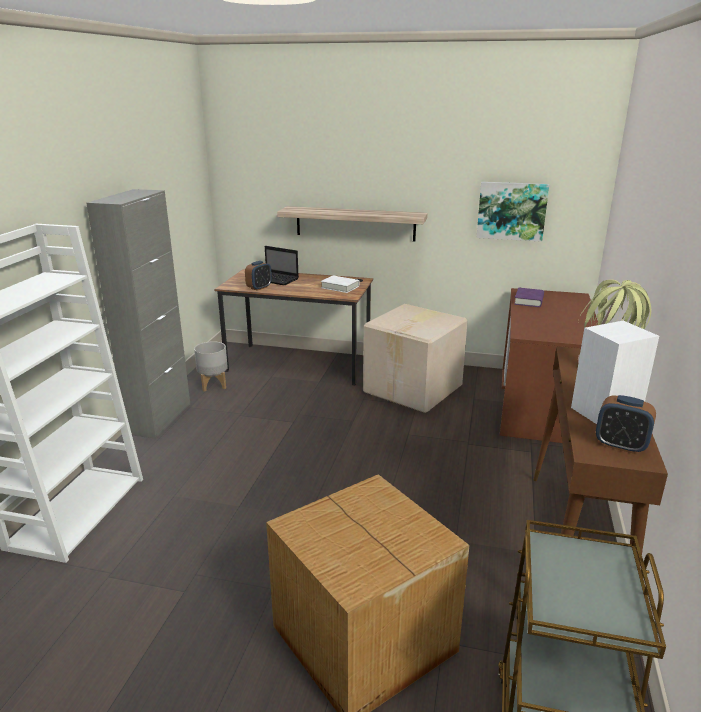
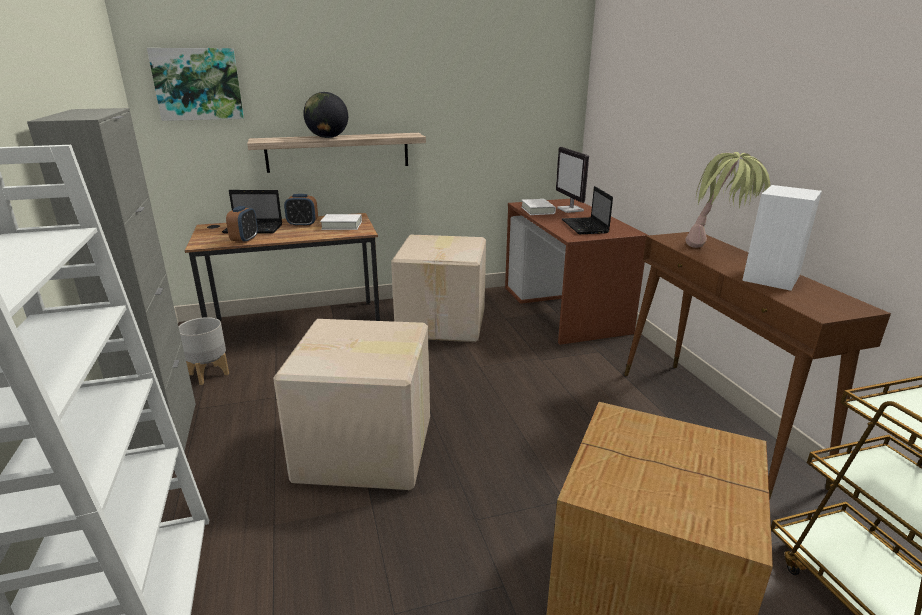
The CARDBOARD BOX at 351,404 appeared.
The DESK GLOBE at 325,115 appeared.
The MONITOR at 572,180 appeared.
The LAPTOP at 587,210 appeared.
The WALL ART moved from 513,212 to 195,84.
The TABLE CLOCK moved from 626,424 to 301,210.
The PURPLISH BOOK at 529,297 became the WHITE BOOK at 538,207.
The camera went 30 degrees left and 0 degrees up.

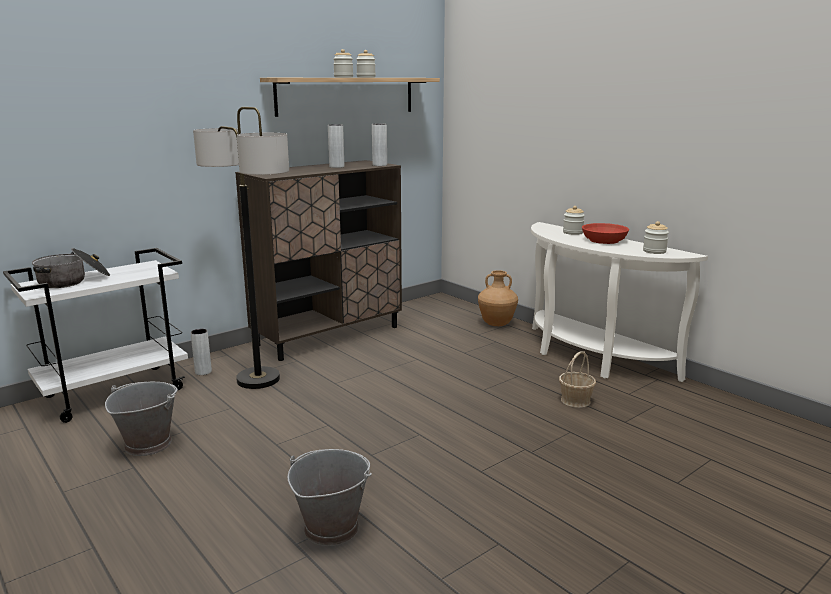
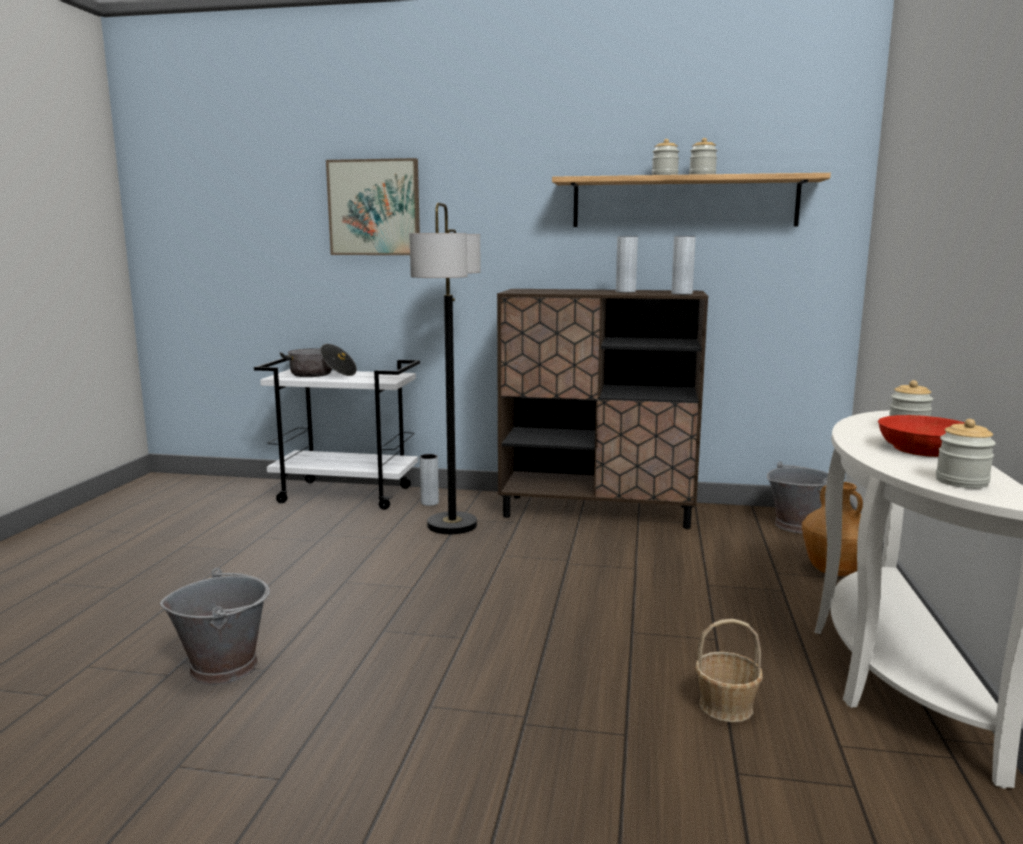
The WALL ART at 373,206 appeared.
The GREY WATER BUCKET moved from 141,419 to 797,497.
The camera went 50 degrees right and 5 degrees down.

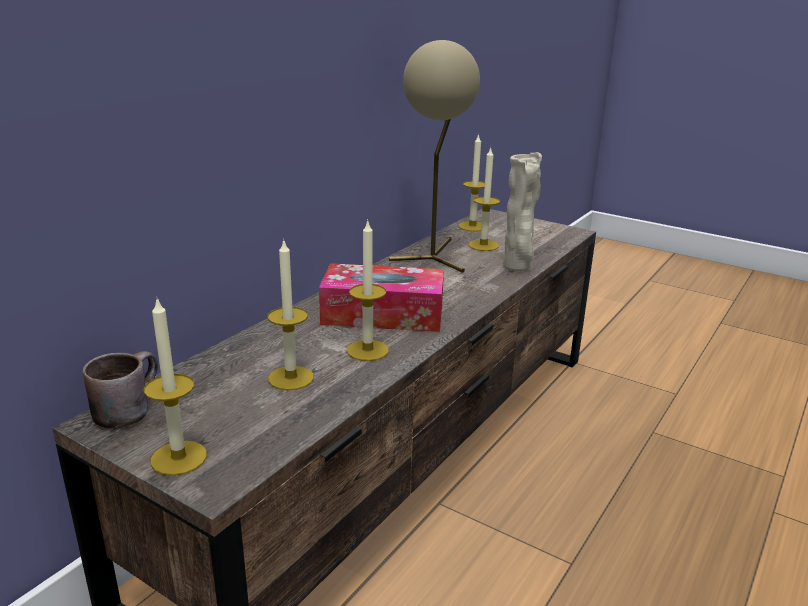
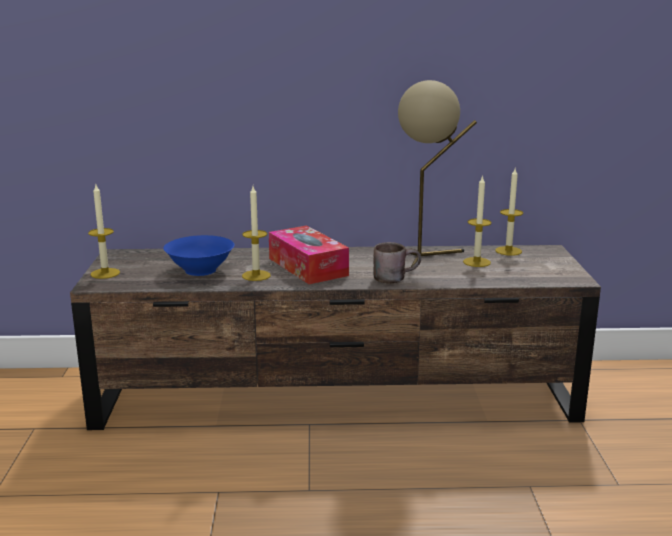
The BEIGE-COLOURED DECORATIVE VASE at 522,211 disappeared.
The BROWN TEA MUG moved from 120,390 to 397,262.
The CANDLE at 291,314 was replaced by the BLUE SERVING BOWL at 199,255.
The camera went 55 degrees right and 5 degrees down.

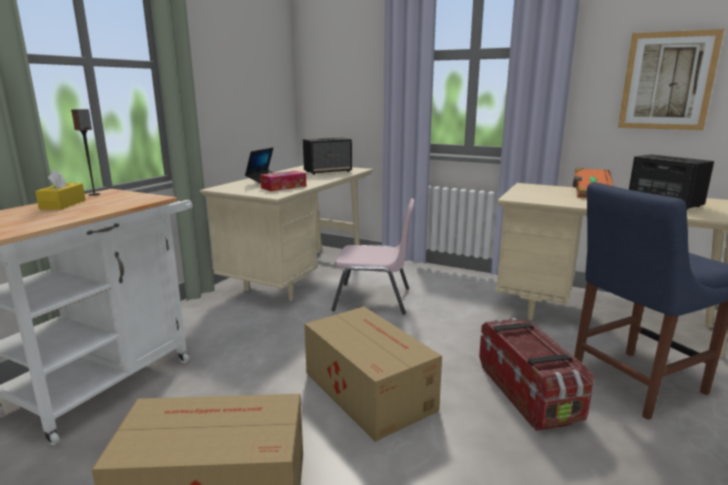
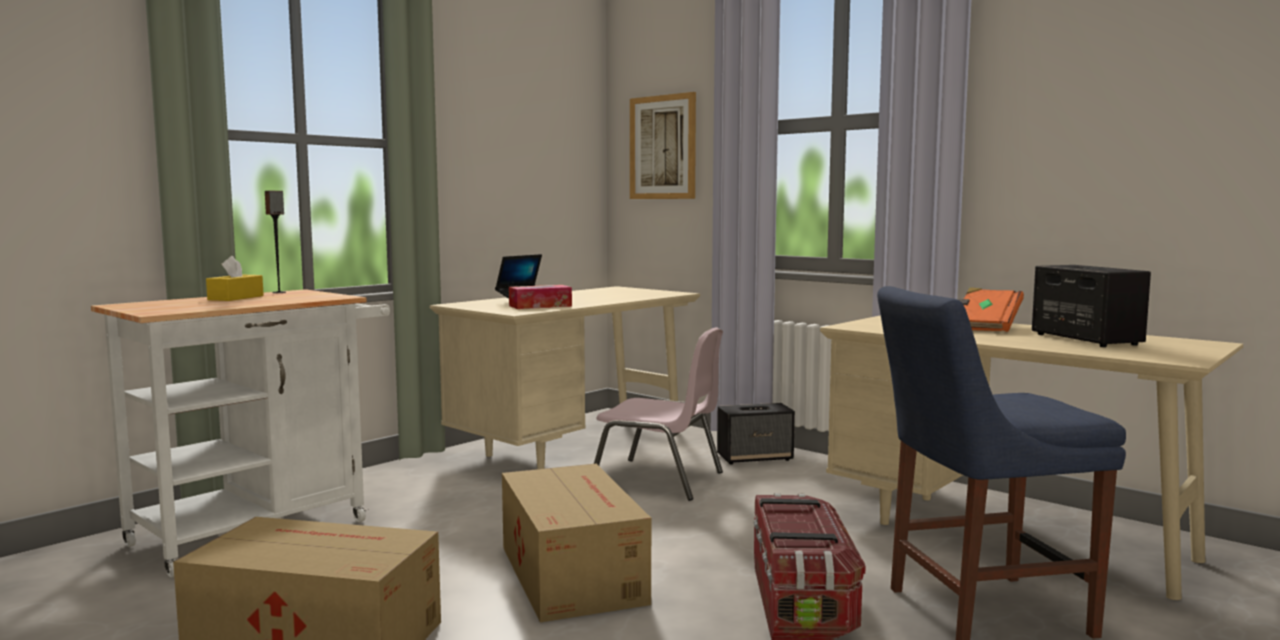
The AUDIO SPEAKER moved from 327,156 to 756,433.
The WALL ART moved from 671,79 to 663,145.
The camera went 15 degrees right and 10 degrees down.

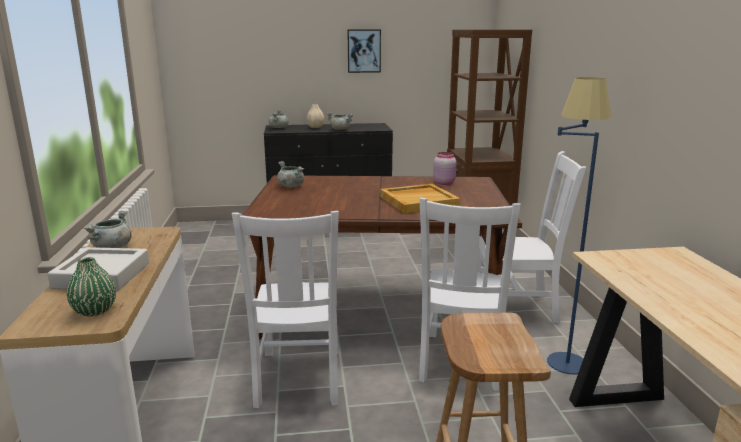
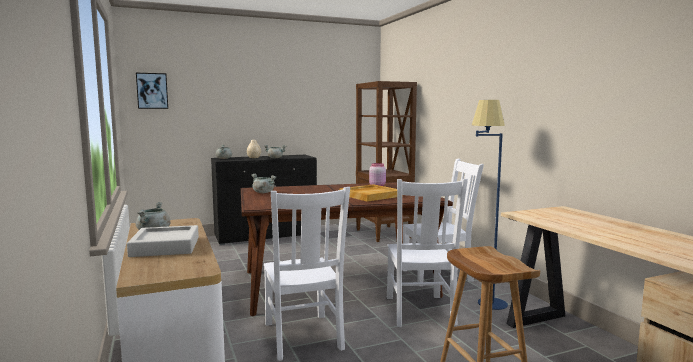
The GREEN DECORATIVE VASE at 91,286 disappeared.
The WALL ART moved from 364,51 to 152,91.
The camera went 15 degrees left and 10 degrees down.

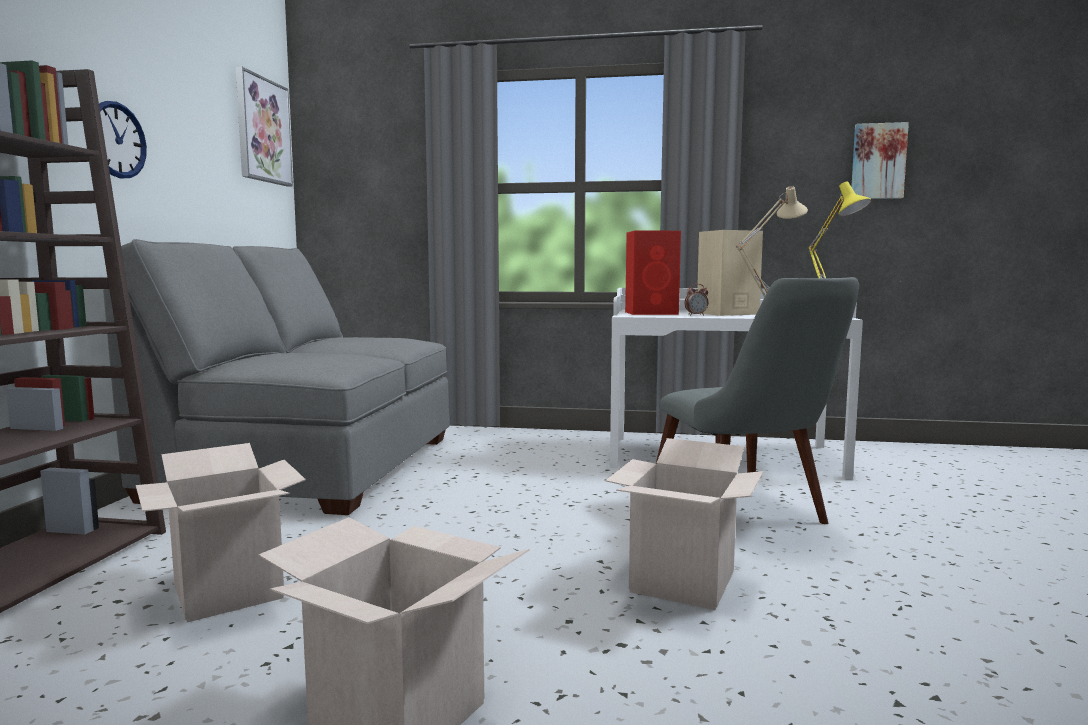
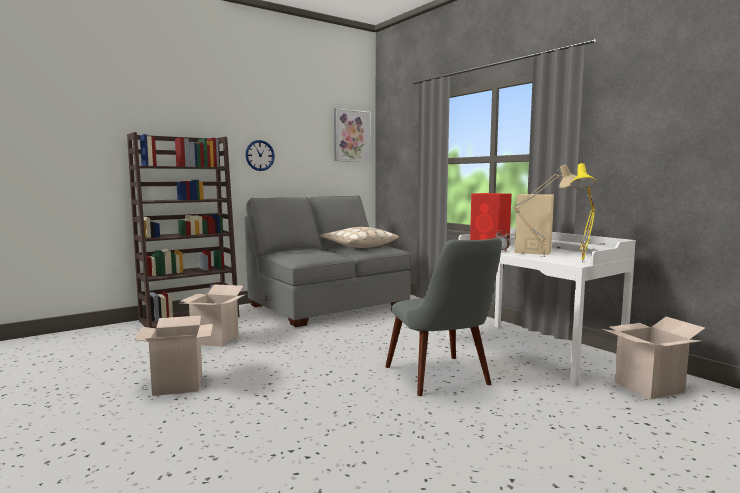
The WALL ART at 880,160 disappeared.
The BEIGE-COLOURED THROW PILLOW at 359,237 appeared.
The CARDBOARD BOX moved from 685,524 to 653,358.
The GREY PLAIN CHAIR at 757,400 turned 45 degrees counterclockwise.
The camera went 45 degrees right and 0 degrees up.

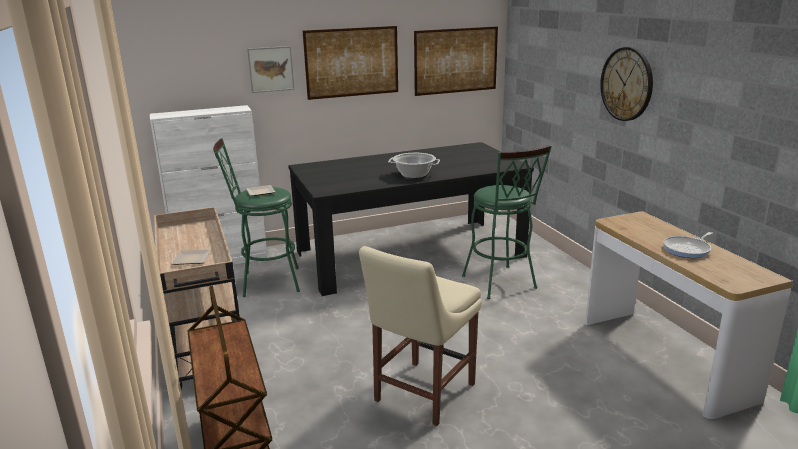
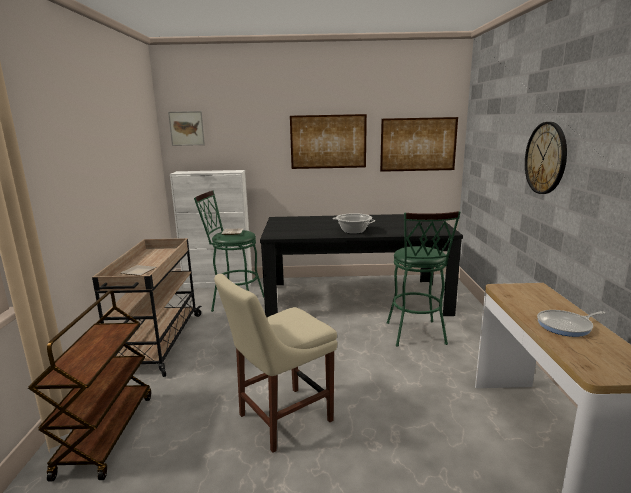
The WALL ART moved from 271,69 to 186,128.
The camera went 20 degrees right and 5 degrees down.

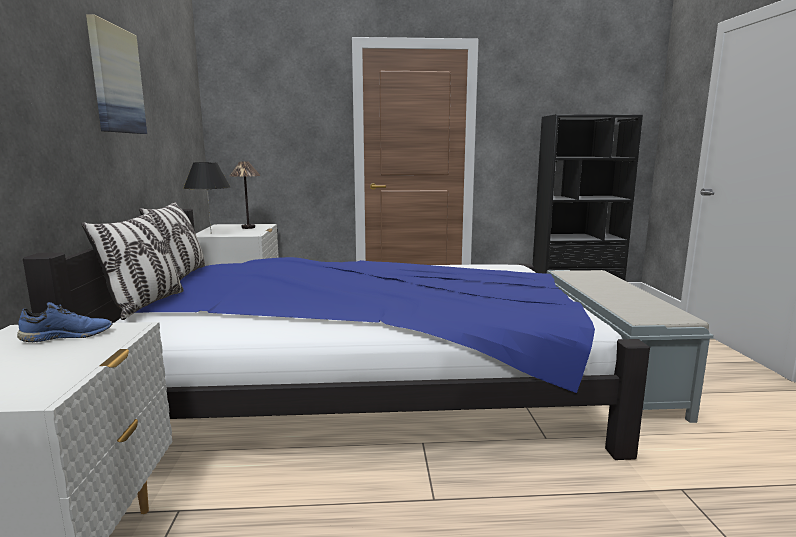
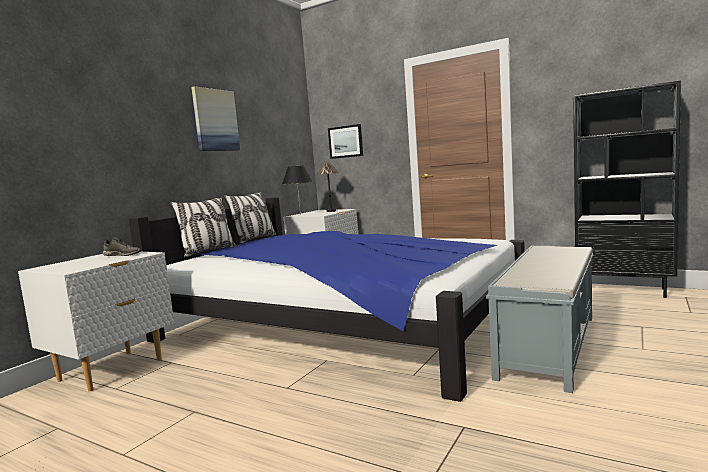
The WALL ART at 345,141 appeared.
The BLUE ITEM OF FOOTWEAR at 64,322 became the GREY ITEM OF FOOTWEAR at 122,246.
The camera went 35 degrees right and 5 degrees down.

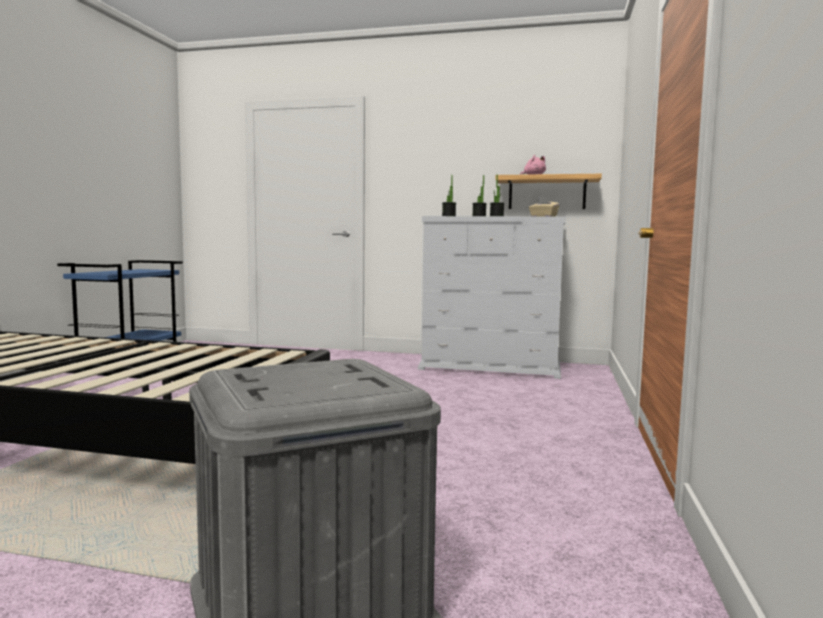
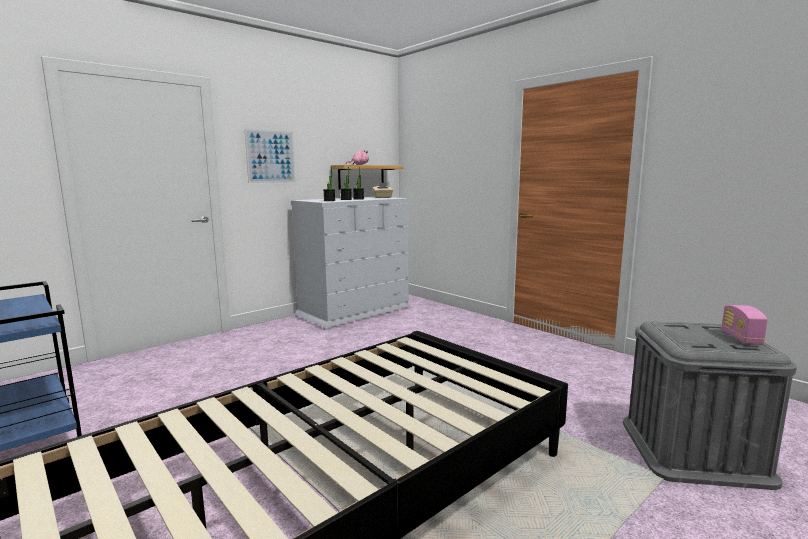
The WALL ART at 270,156 appeared.
The RADIO at 745,325 appeared.
The camera went 55 degrees left and 5 degrees up.

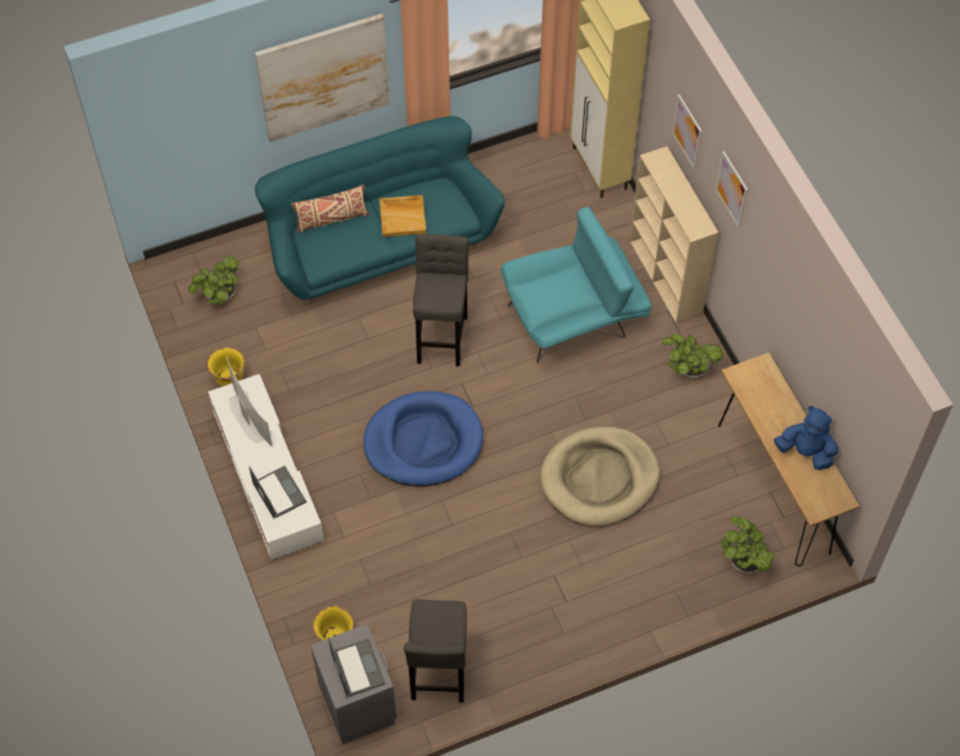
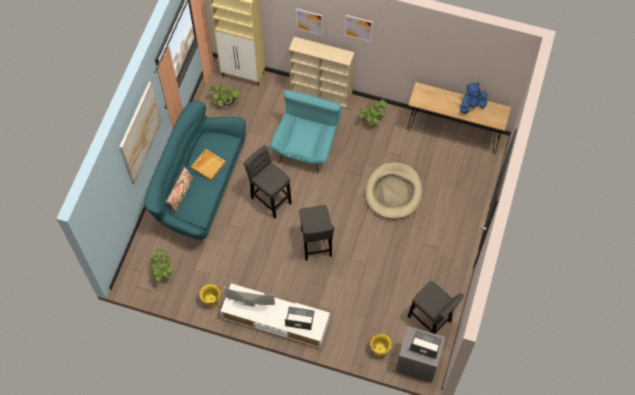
The HOUSEPLANT moved from 748,544 to 224,96.
The BLUE DOG BED at 423,438 was replaced by the GREY STOOL SEAT at 317,233.
The camera went 50 degrees left and 5 degrees up.

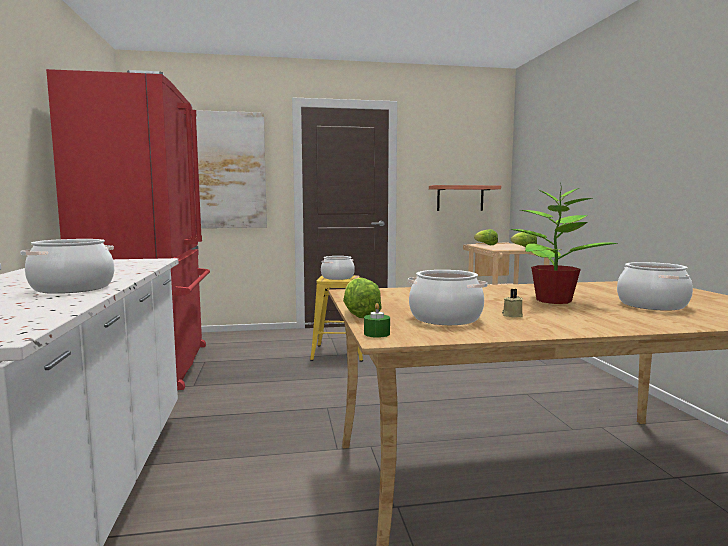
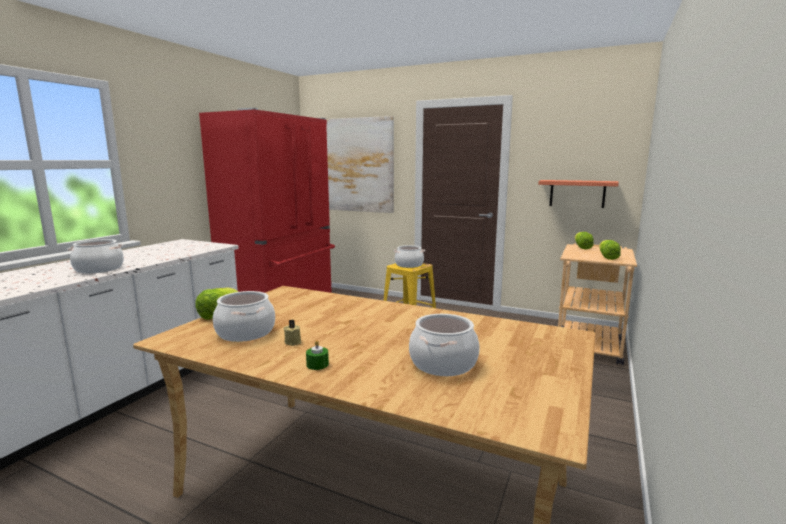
The HOUSEPLANT at 564,243 disappeared.
The GREEN CANDLE moved from 377,320 to 317,355.
The camera went 35 degrees right and 5 degrees up.

